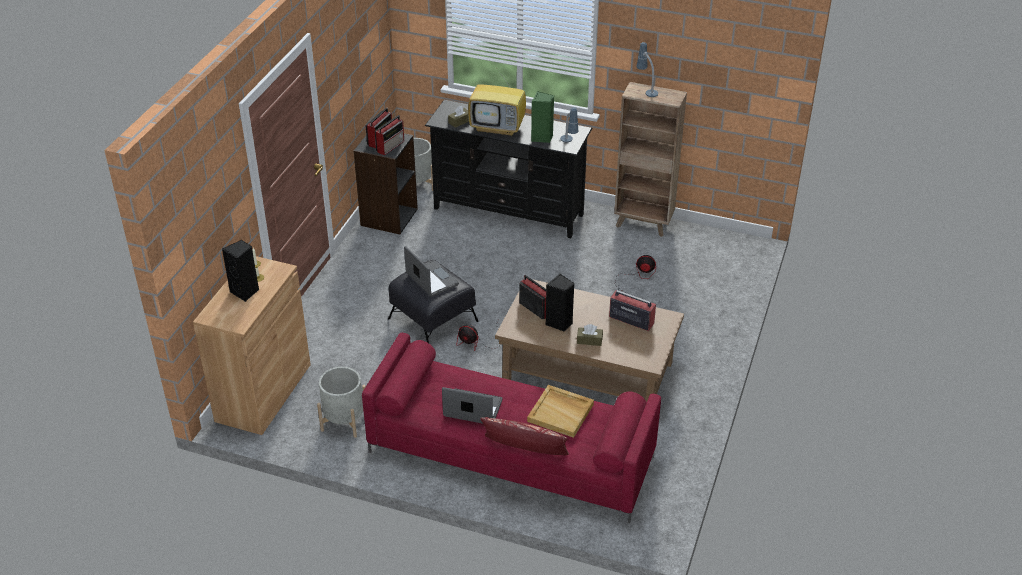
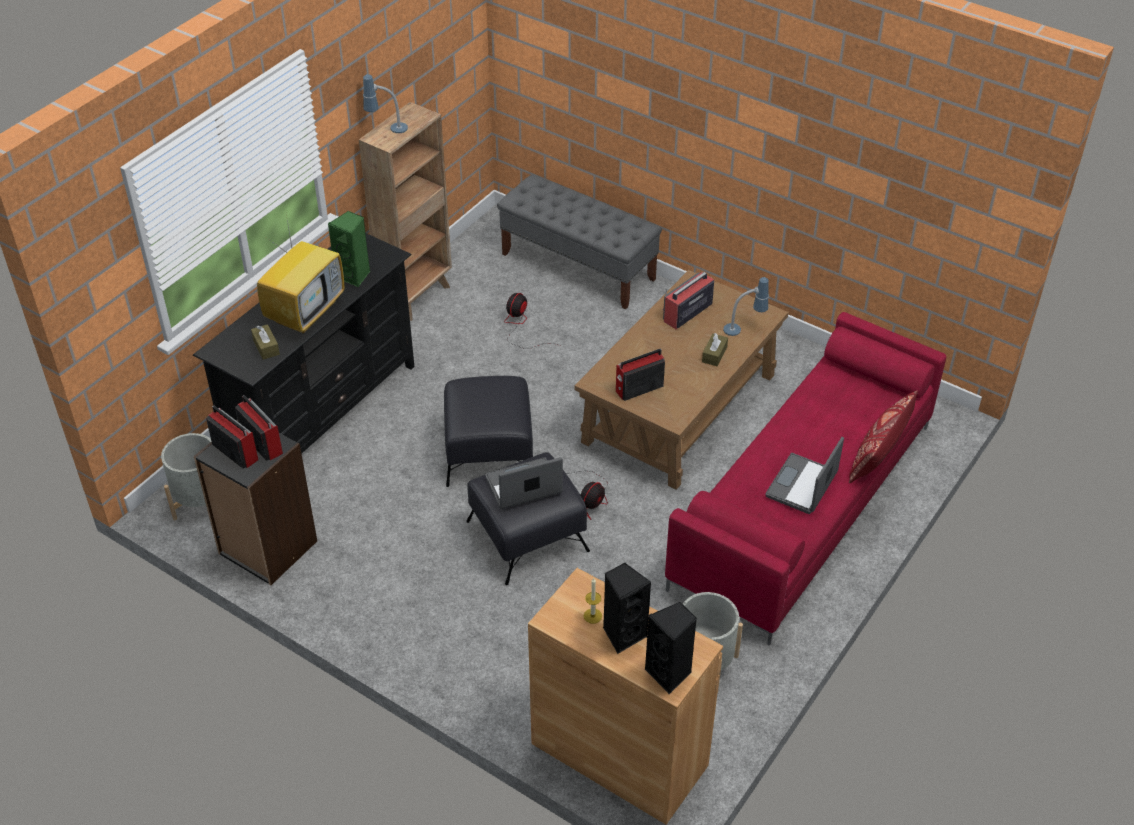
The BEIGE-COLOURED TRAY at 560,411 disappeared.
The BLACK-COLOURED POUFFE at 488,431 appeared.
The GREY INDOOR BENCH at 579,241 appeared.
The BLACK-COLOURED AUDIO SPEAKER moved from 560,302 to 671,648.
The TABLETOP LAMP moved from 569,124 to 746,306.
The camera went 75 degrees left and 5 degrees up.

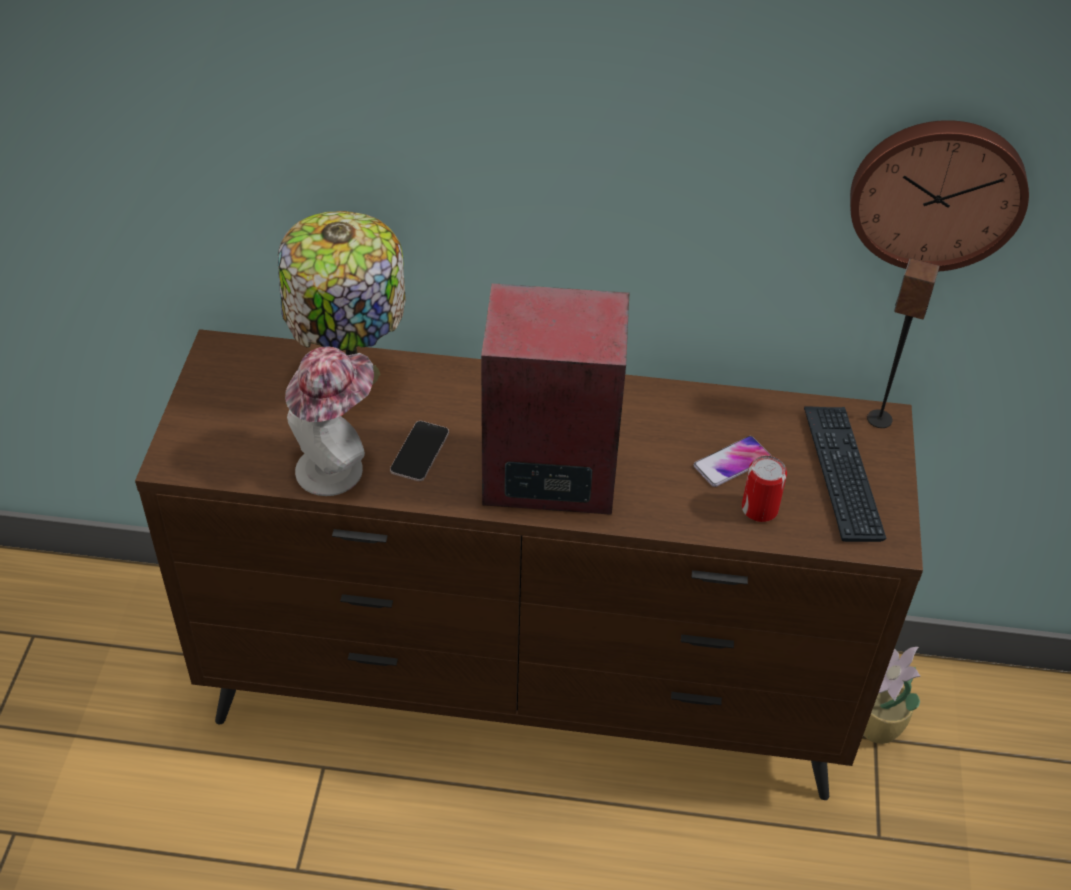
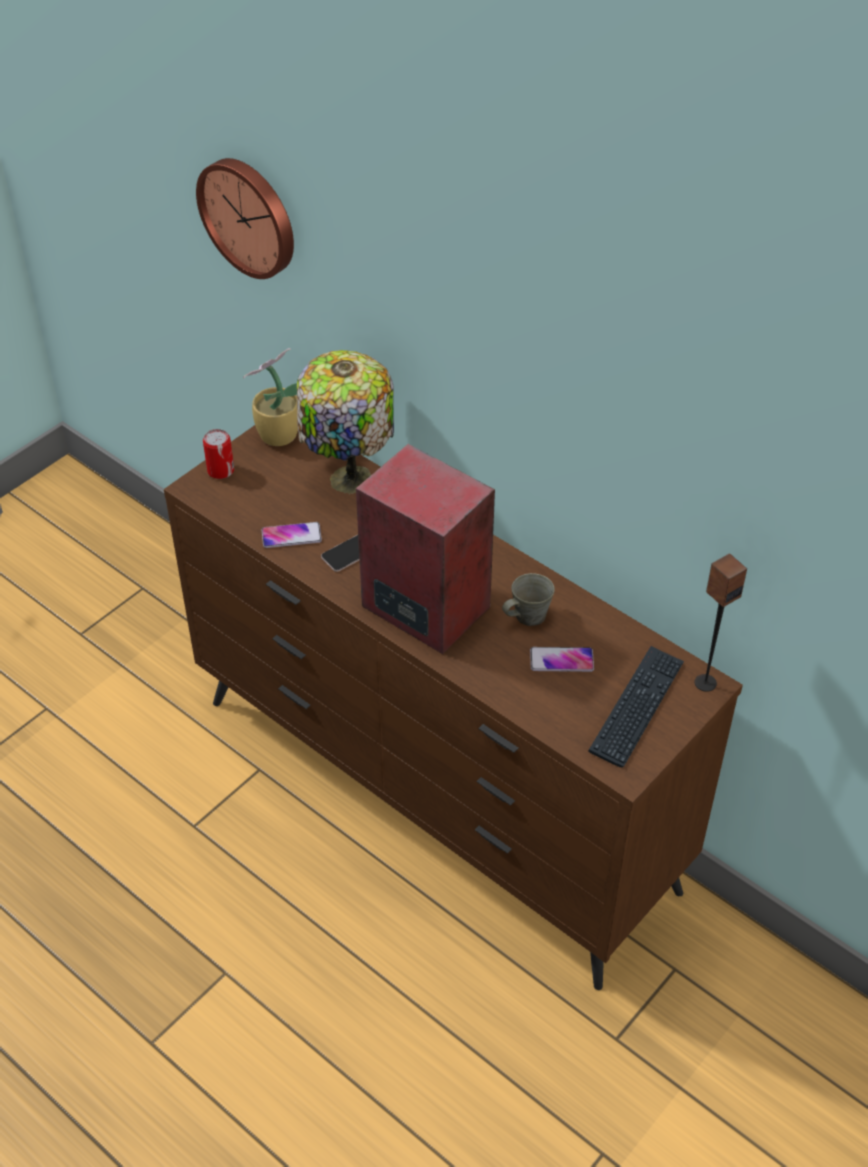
The GREY TEA MUG at 528,599 appeared.
The CAN moved from 764,488 to 218,454.
The WALL CLOCK moved from 939,196 to 245,218.
The HOUSEPLANT moved from 892,695 to 270,397.
The CLOTHING HAT at 329,421 was replaced by the HANDSET at 292,535.
The camera went 35 degrees right and 0 degrees up.

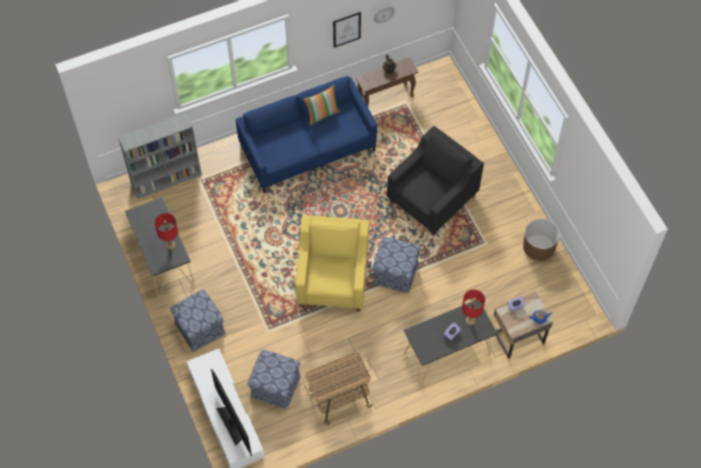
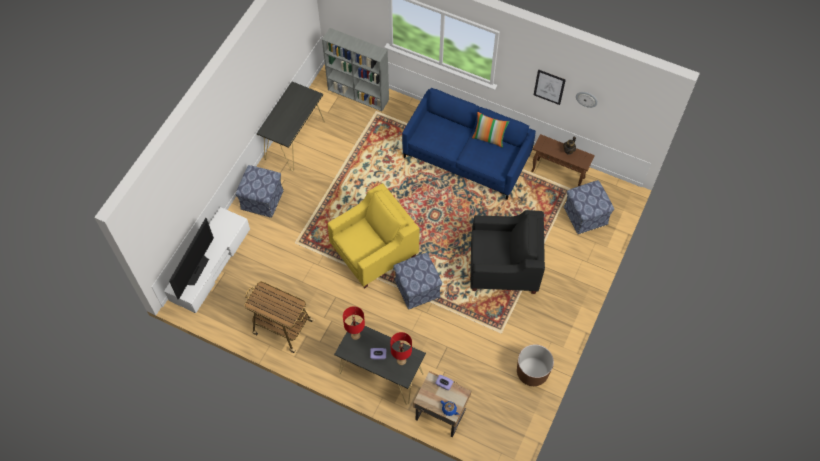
The RED-COLOURED TABLETOP LAMP moved from 166,231 to 354,323.
The POUFFE moved from 274,379 to 589,207.
The camera went 50 degrees right and 0 degrees up.

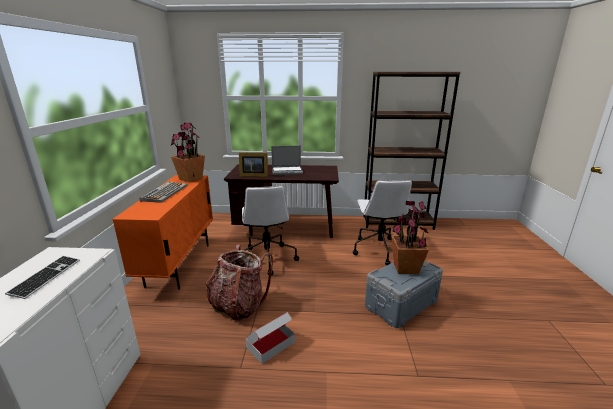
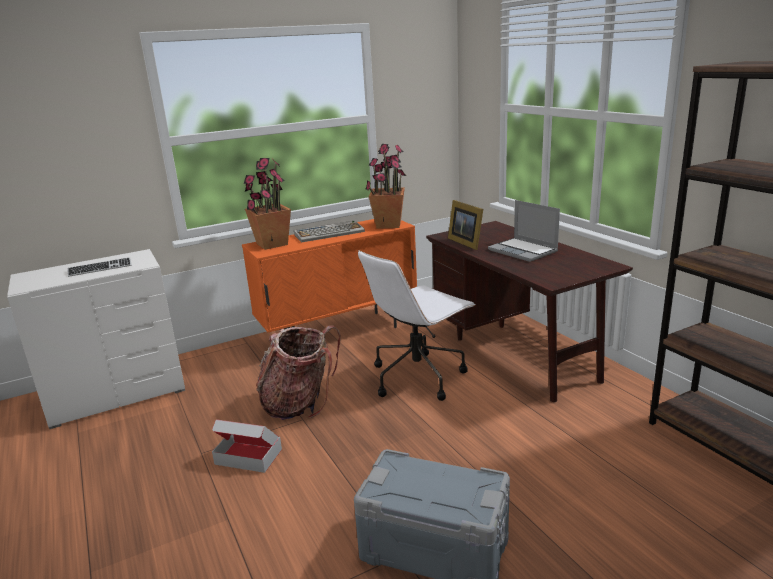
The WHITE COMPUTER CHAIR at 382,222 disappeared.
The HOUSEPLANT moved from 410,237 to 267,204.
The camera went 60 degrees right and 0 degrees up.

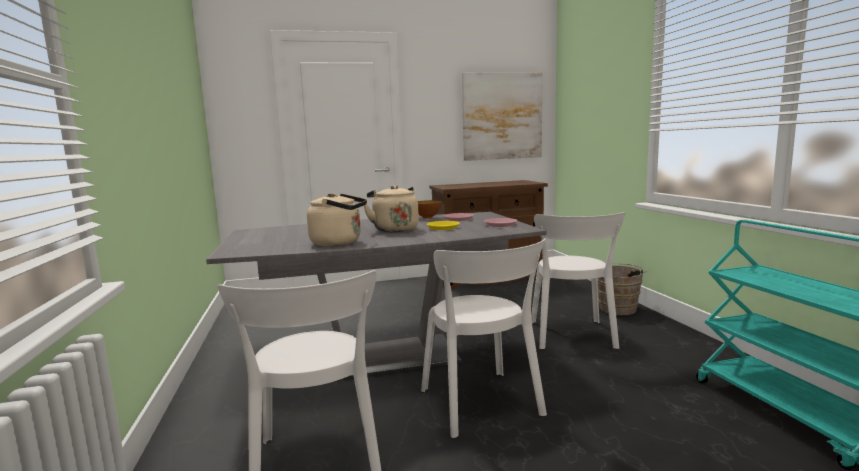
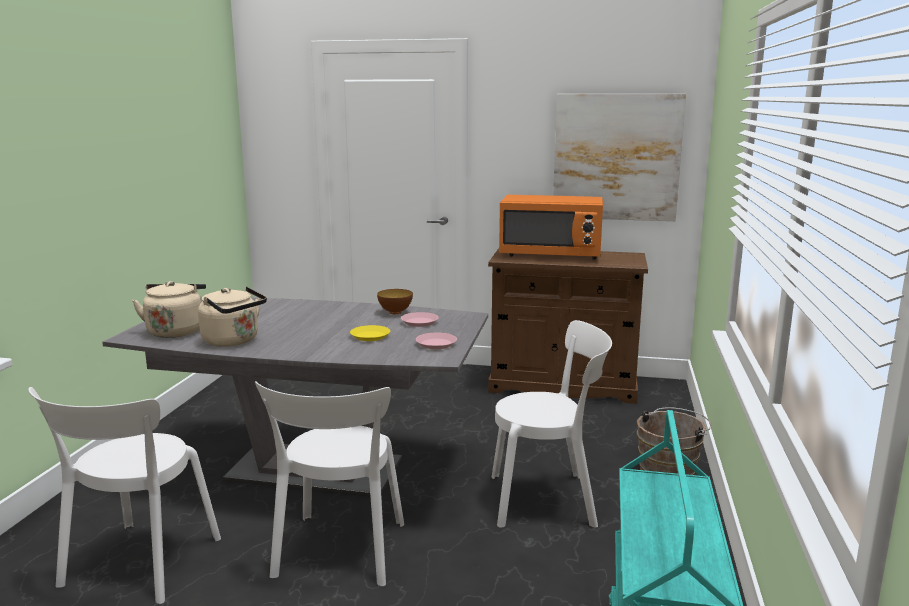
The ORANGEY MICROWAVE OVEN at 551,227 appeared.
The BEIGE-COLOURED TEA KETTLE moved from 391,208 to 169,309.
The WHITE PLAIN CHAIR at 578,280 turned 120 degrees counterclockwise.
The camera went 25 degrees right and 5 degrees up.

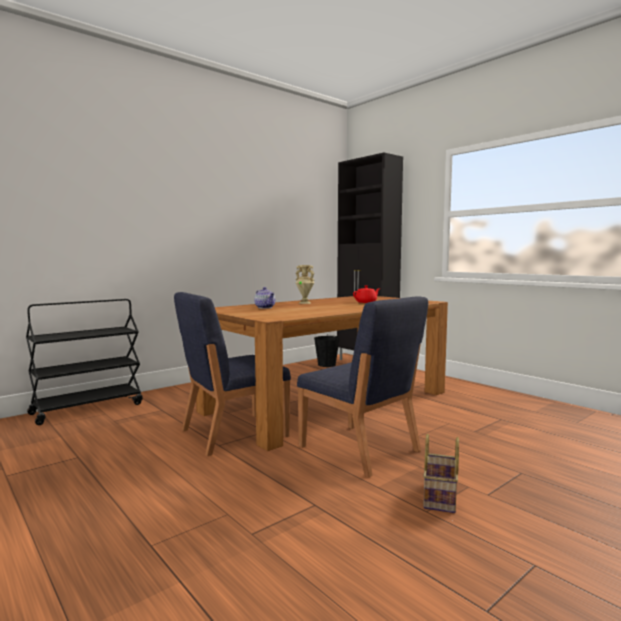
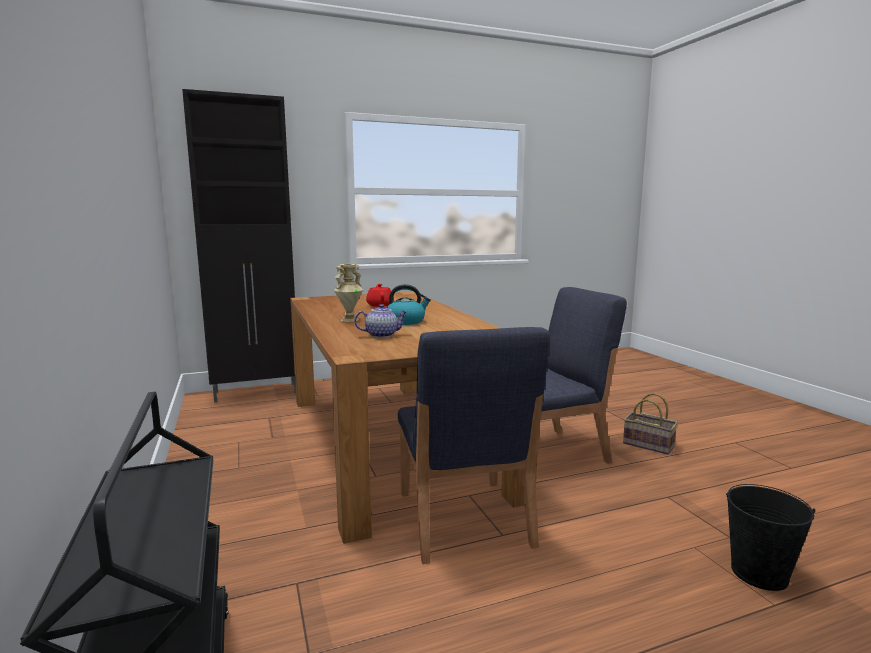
The TEA KETTLE at 409,304 appeared.
The BLACK-COLOURED WATER BUCKET moved from 327,351 to 770,537.
The camera went 70 degrees left and 5 degrees up.

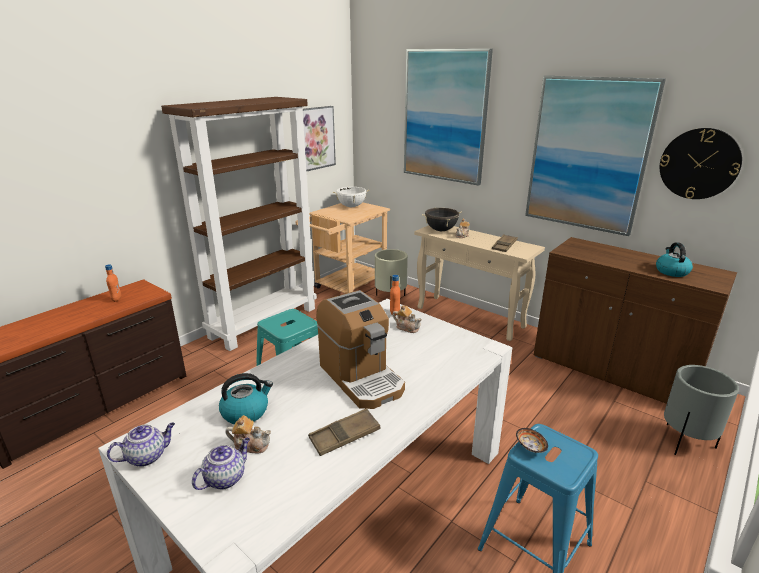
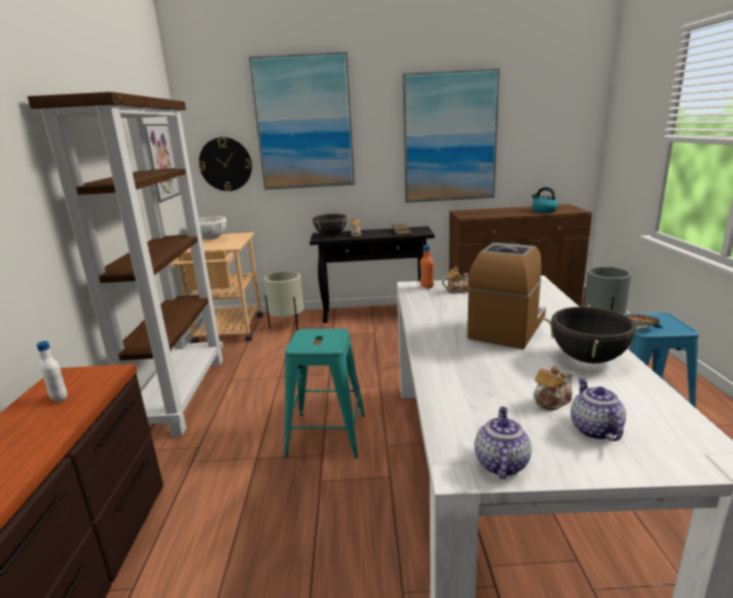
The TEA KETTLE at 246,398 disappeared.
The WALL CLOCK moved from 701,163 to 225,164.
The BROWN TRAY at 344,432 was replaced by the BLACK-COLOURED COOKING POT at 594,334.
The ORANGEY BEVERAGE BOTTLE at 113,283 became the WHITE BEVERAGE BOTTLE at 52,371.
The BEIGE-COLOURED CONSOLE TABLE at 479,283 became the BLACK-COLOURED CONSOLE TABLE at 372,274.
The COFFEE BREWER at 360,349 turned 75 degrees counterclockwise.
The camera went 40 degrees left and 5 degrees down.

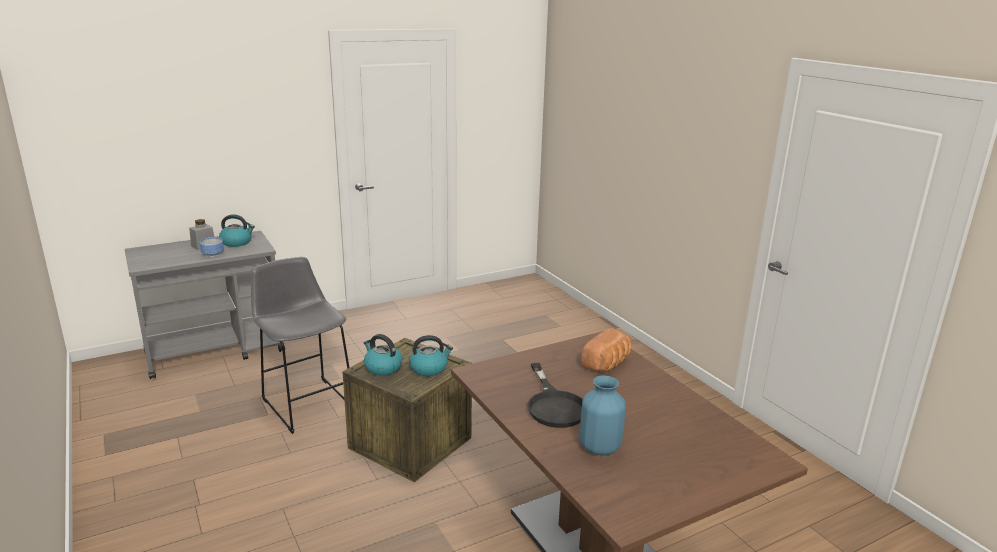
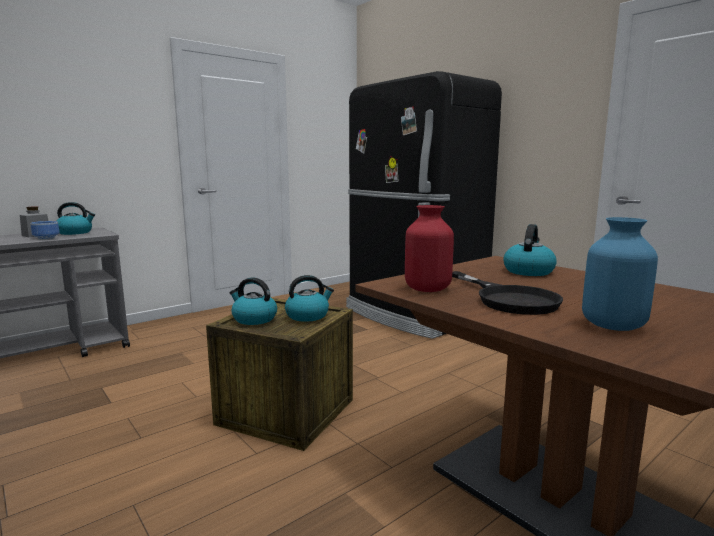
The GREY STOOL SEAT at 300,345 disappeared.
The BLACK-COLOURED FRIDGE at 424,205 appeared.
The RED-COLOURED DECORATIVE VASE at 429,248 appeared.
The BAKED BREAD at 607,350 was replaced by the TEA KETTLE at 530,250.
The camera went 10 degrees left and 10 degrees down.

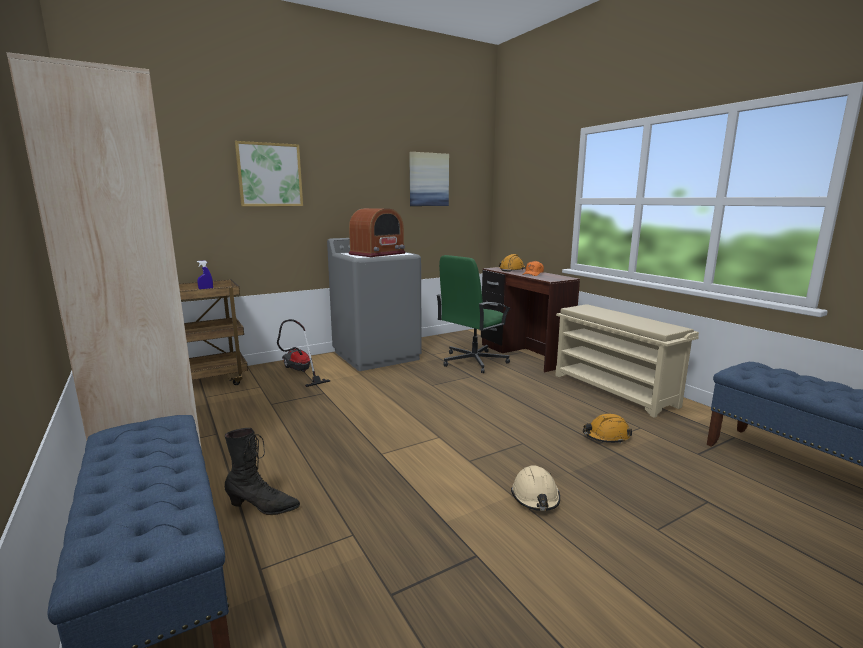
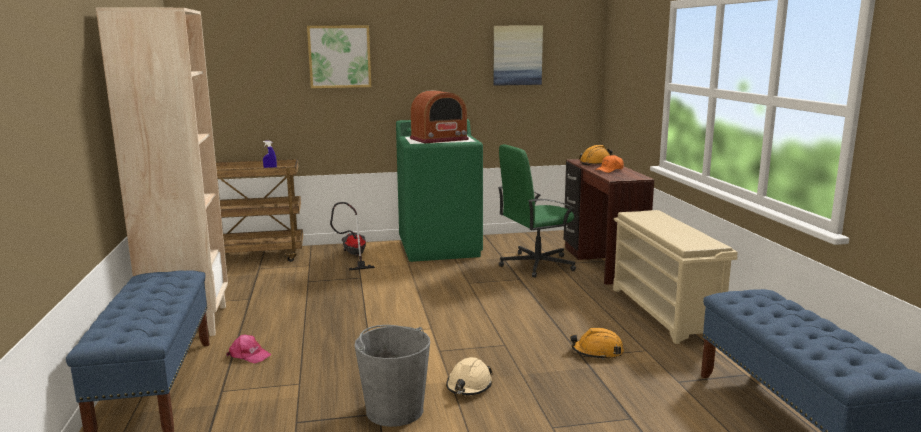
The GREY WATER BUCKET at 392,376 appeared.
The BLACK-COLOURED HIGH-TOP BOOT at 262,471 was replaced by the PINK-COLOURED PEAKED CAP at 249,349.
The GREY WASHING MACHINE at 374,304 became the GREEN WASHING MACHINE at 439,190.
The camera went 20 degrees right and 0 degrees up.

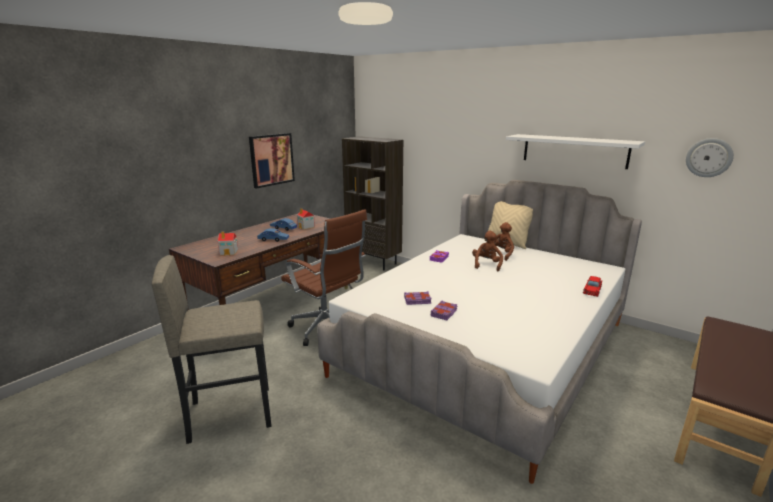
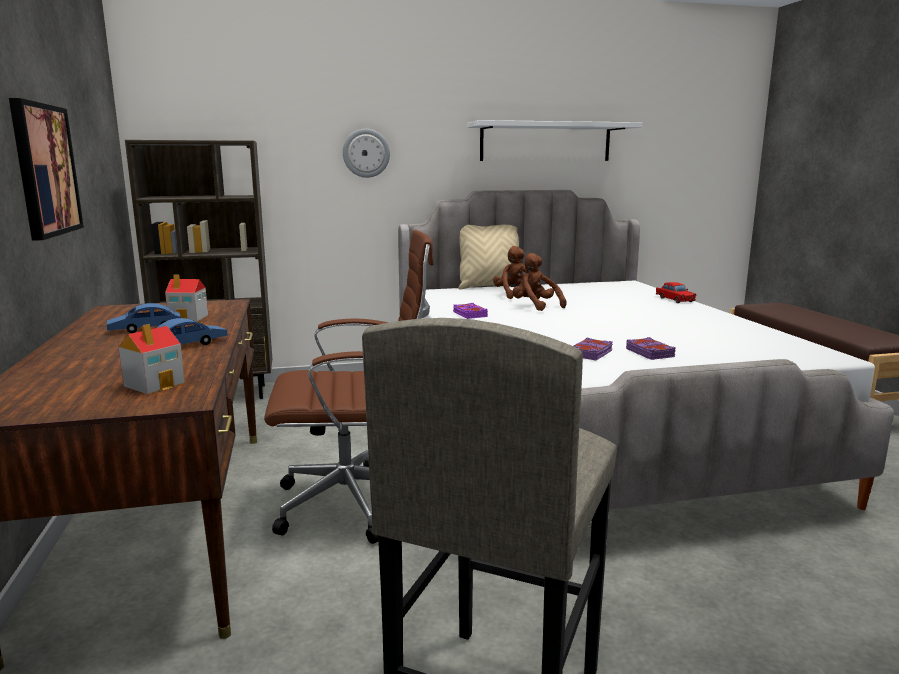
The WALL CLOCK moved from 710,157 to 366,153.
The camera went 50 degrees left and 5 degrees down.

